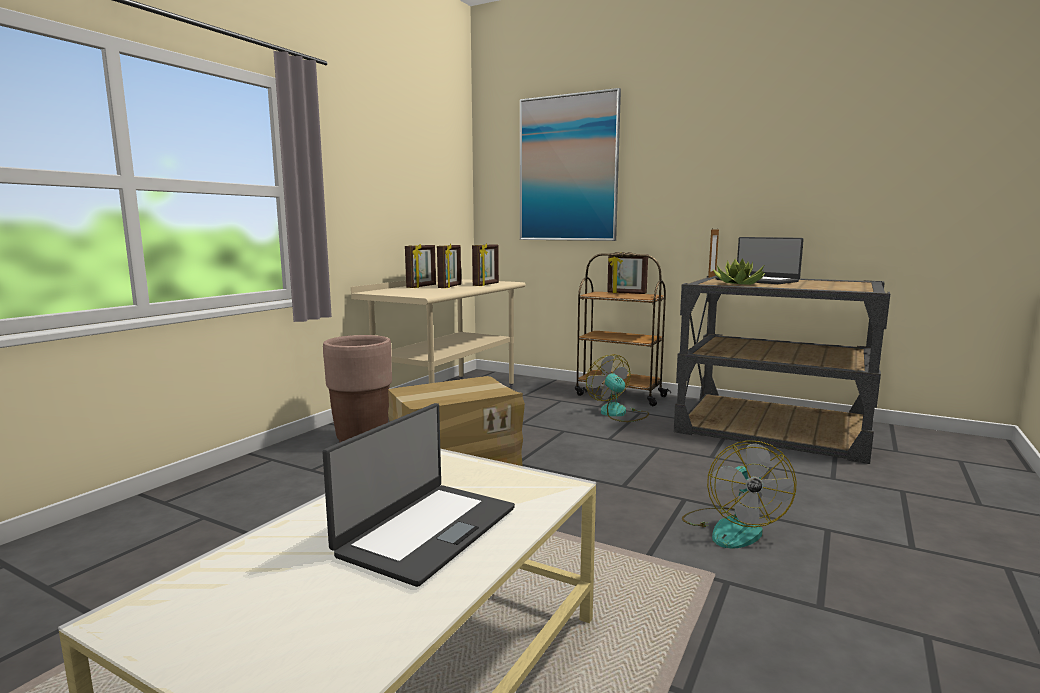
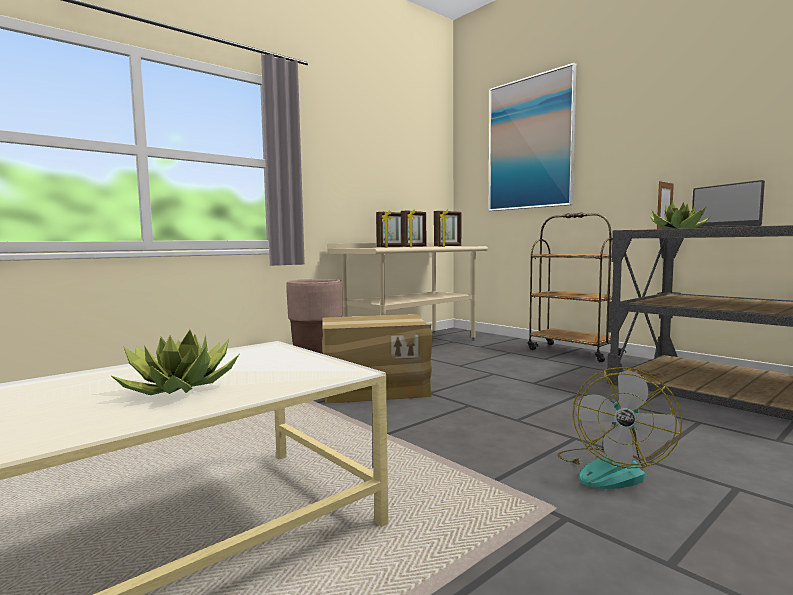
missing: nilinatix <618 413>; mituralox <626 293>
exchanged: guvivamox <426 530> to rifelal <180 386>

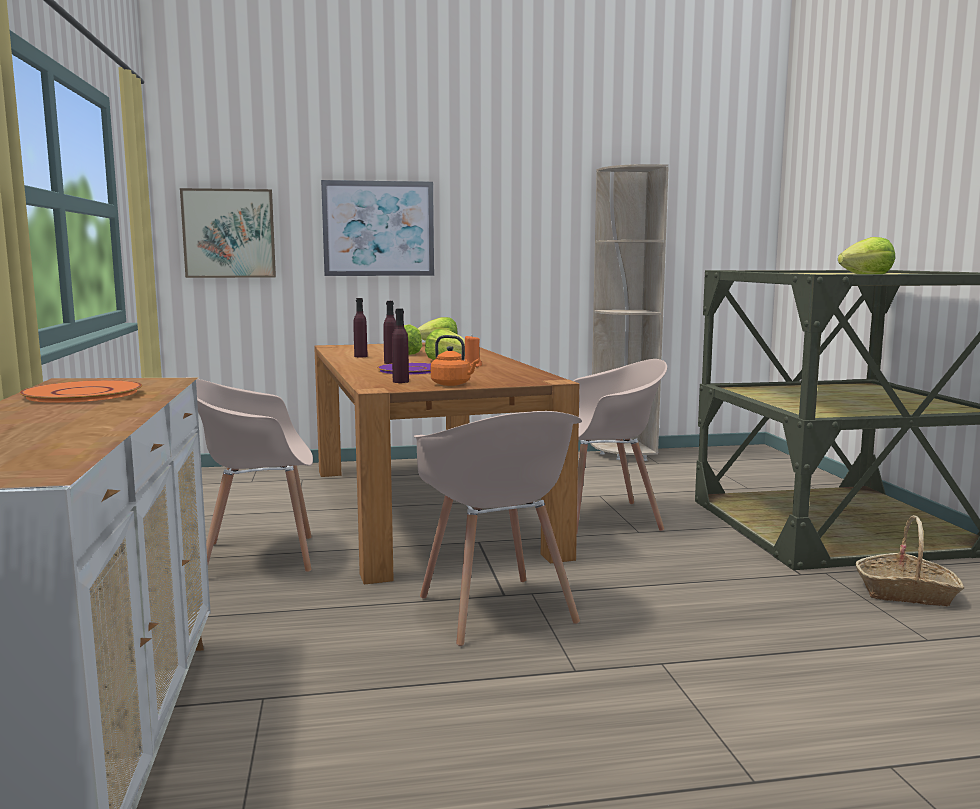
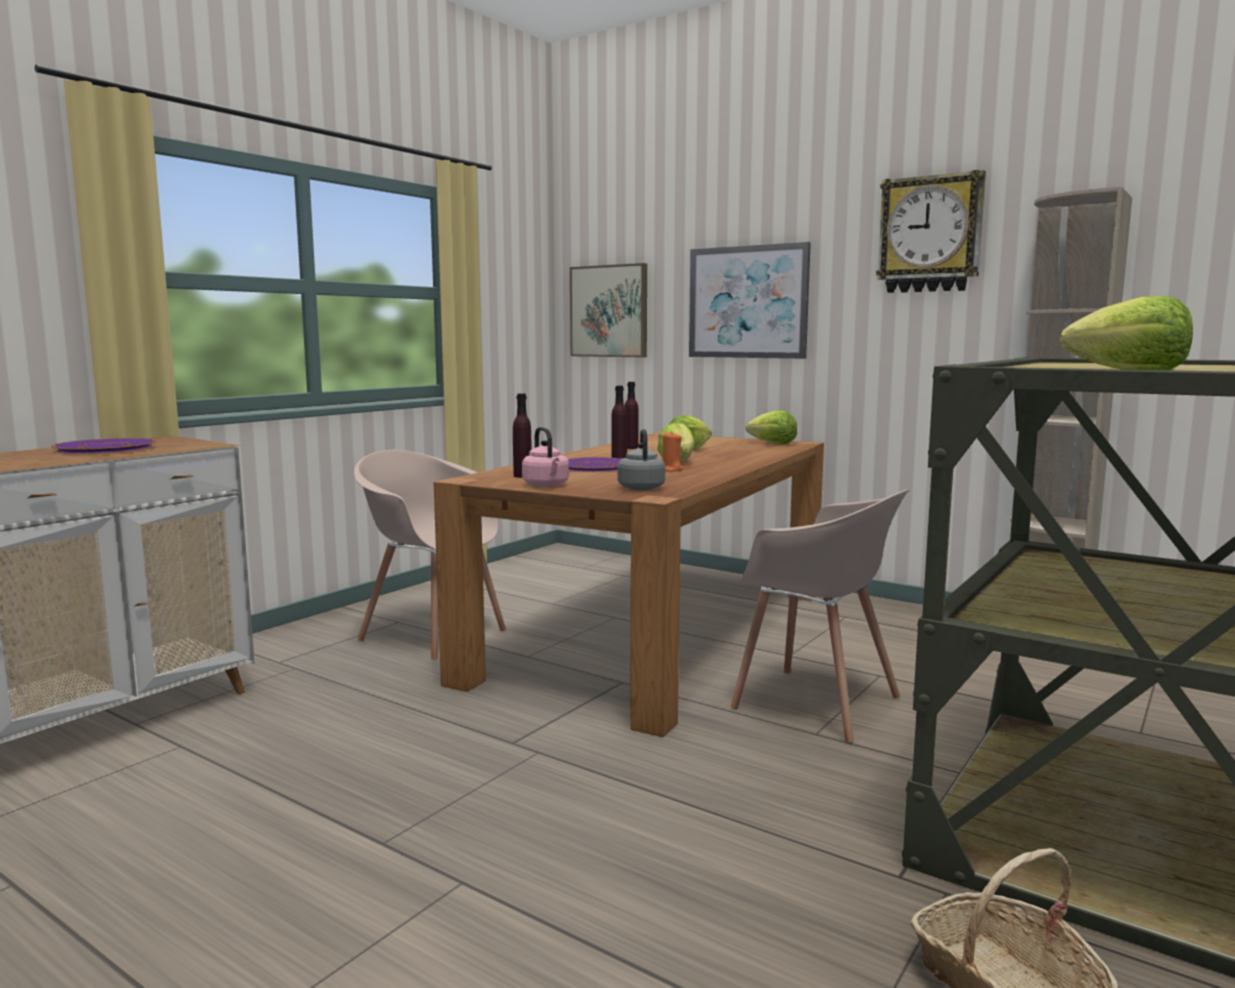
missing: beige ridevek <496 611>
appeared: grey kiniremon <641 488>; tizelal <930 234>
colour: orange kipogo <83 393> to purple kipogo <106 448>; orange kiniremon <453 384> to pink kiniremon <546 485>

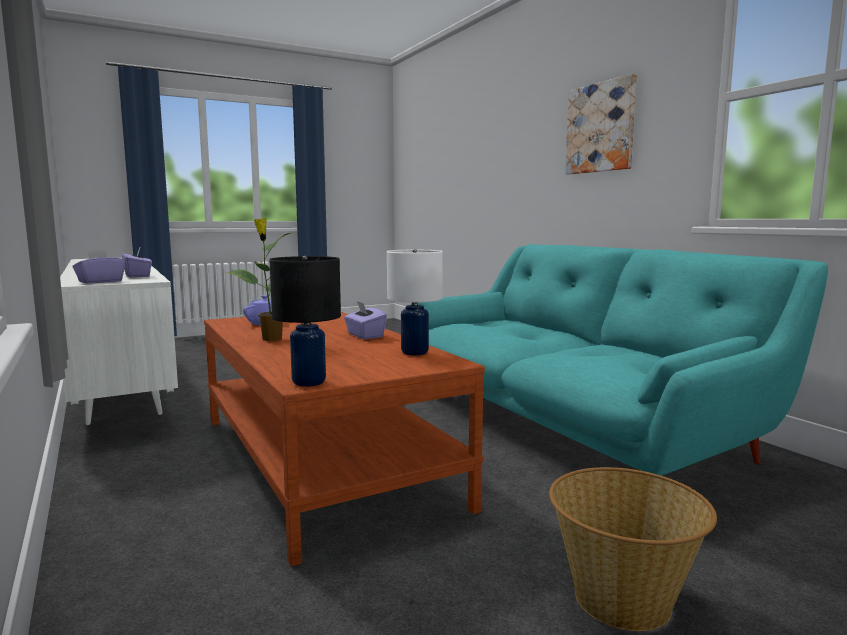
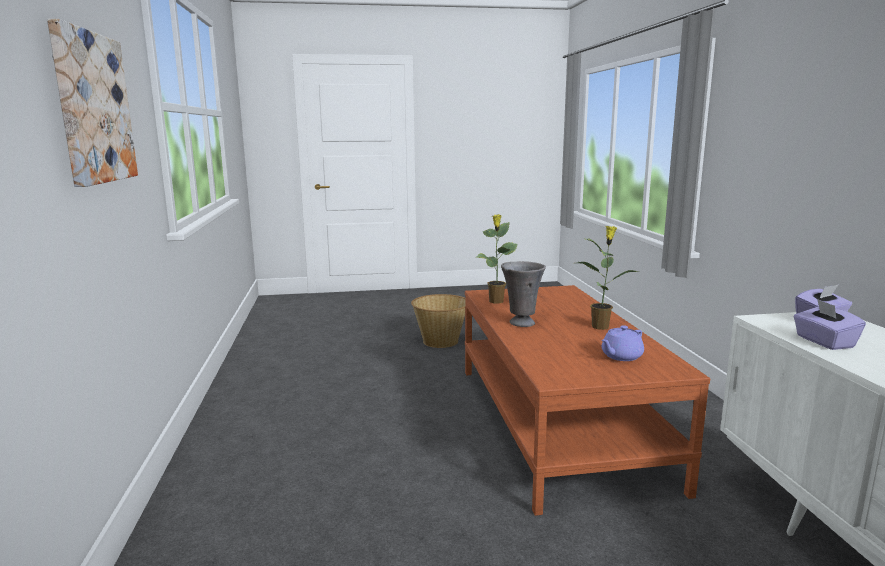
missing: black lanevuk <311 382>; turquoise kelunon <570 426>
exchanged: white lanevuk <414 353> to rifelal <496 301>; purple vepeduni <364 335> to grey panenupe <521 323>

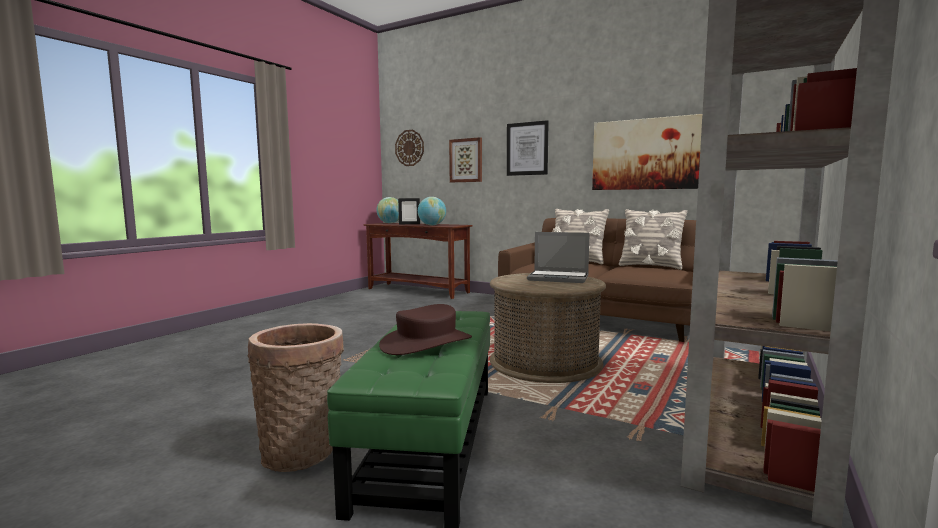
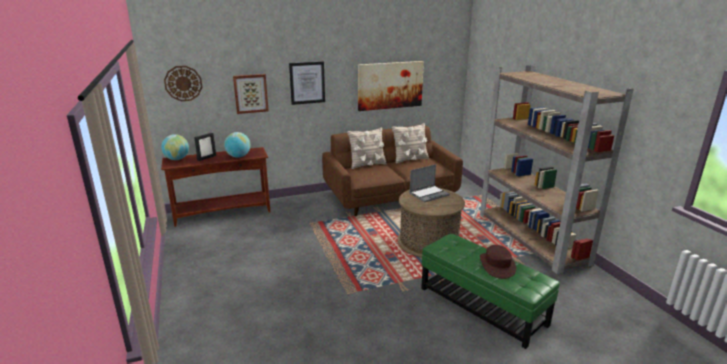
missing: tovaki <303 451>

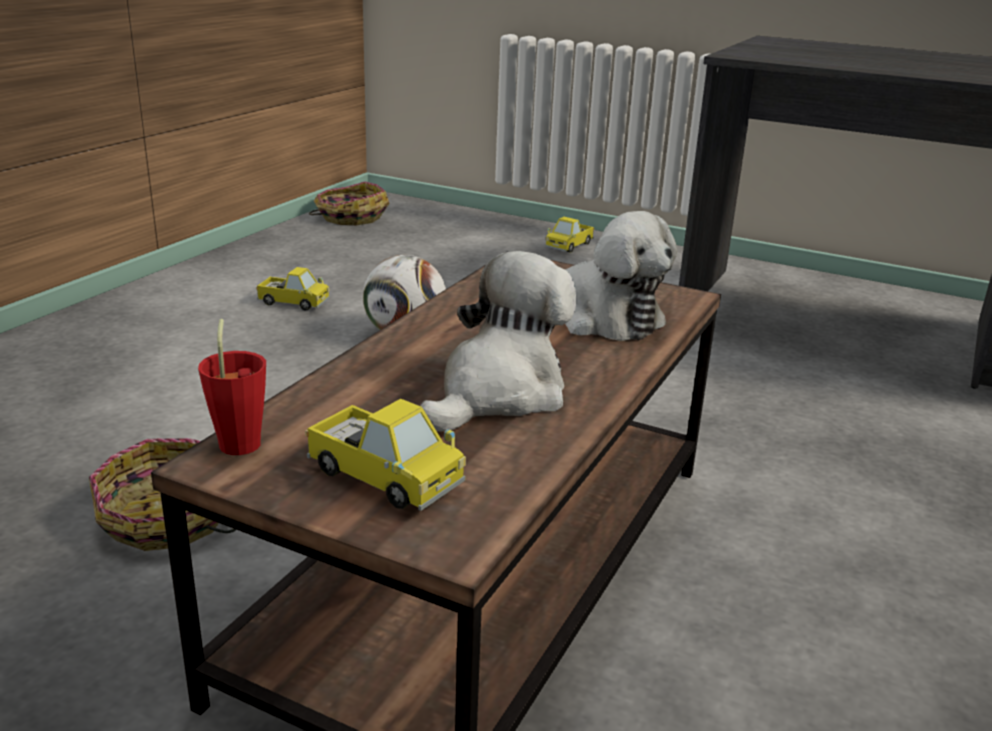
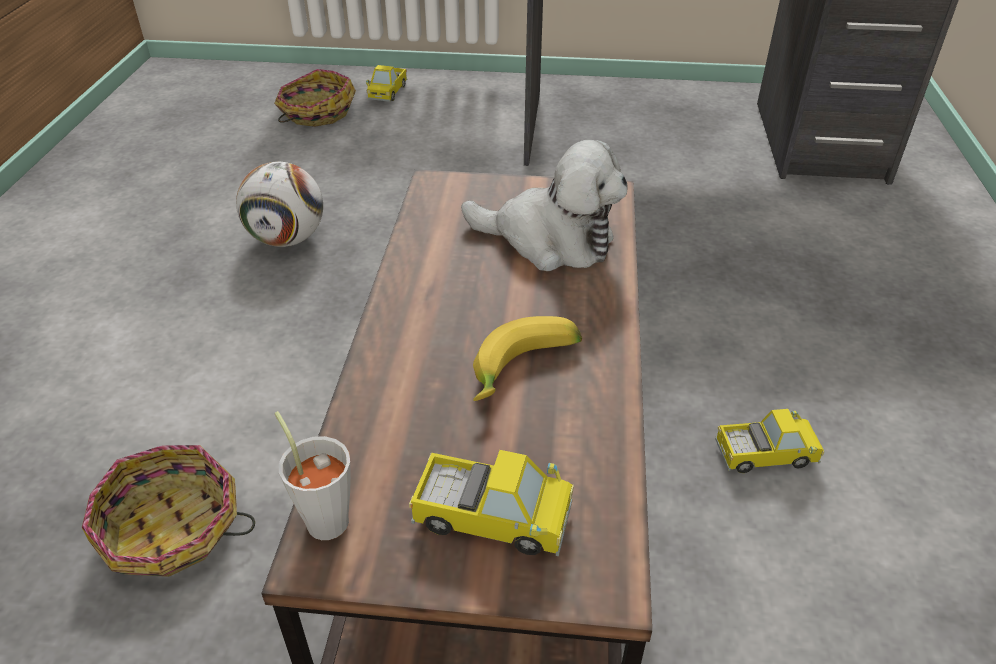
relocated: tovaki <350 217> to <316 113>; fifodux <293 303> to <765 455>
exchanged: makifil <499 393> to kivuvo <525 370>
colour: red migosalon <240 439> to grey migosalon <323 515>

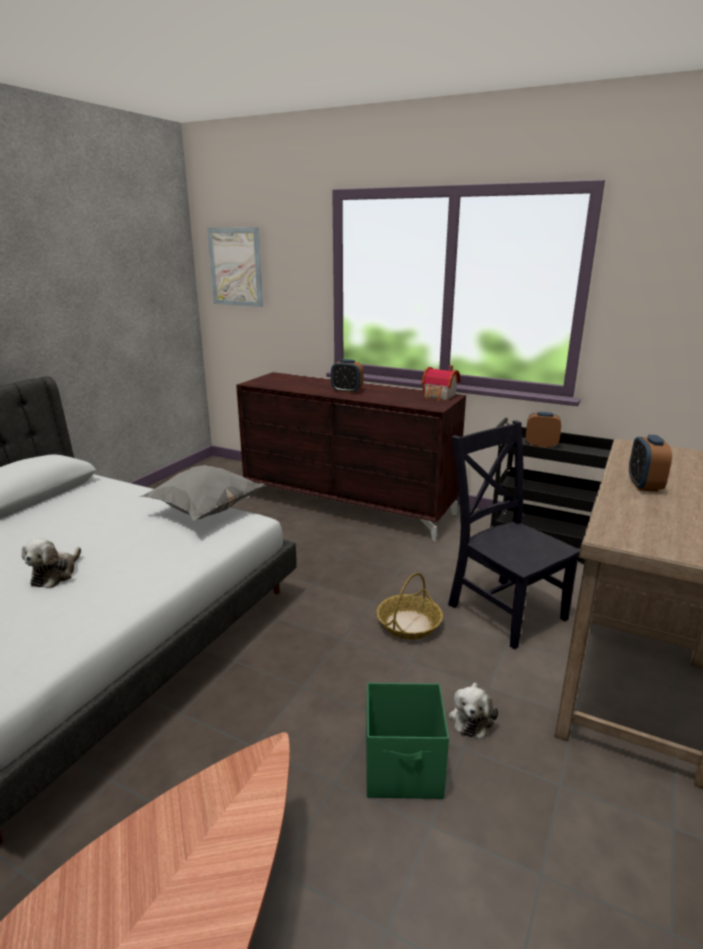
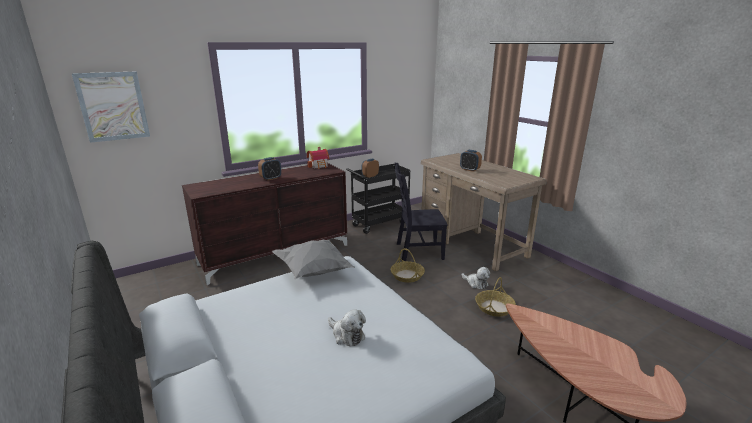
exchanged: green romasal <404 769> to tovaki <494 307>

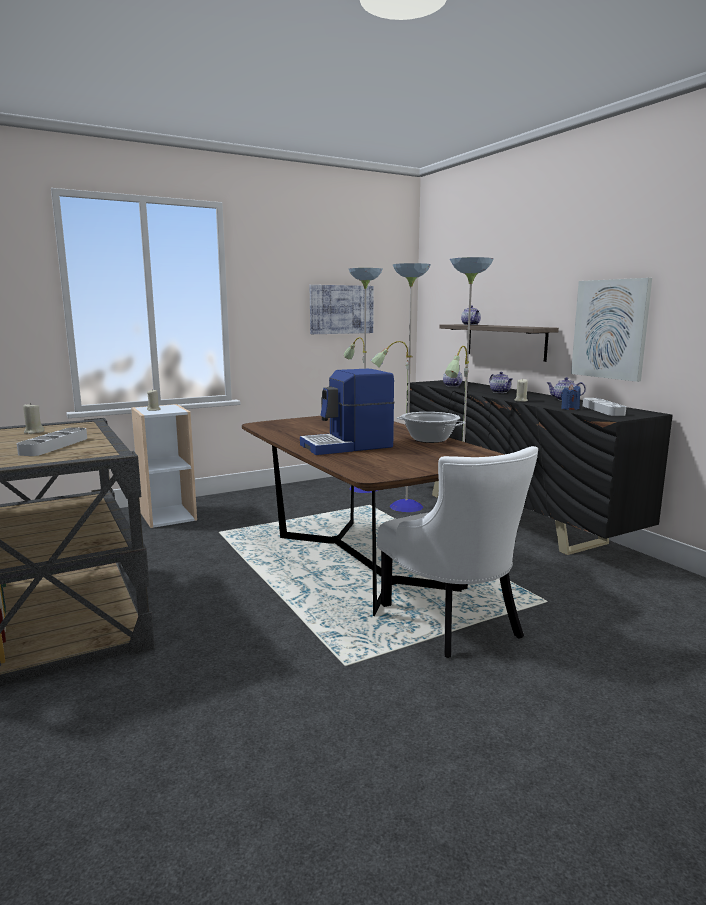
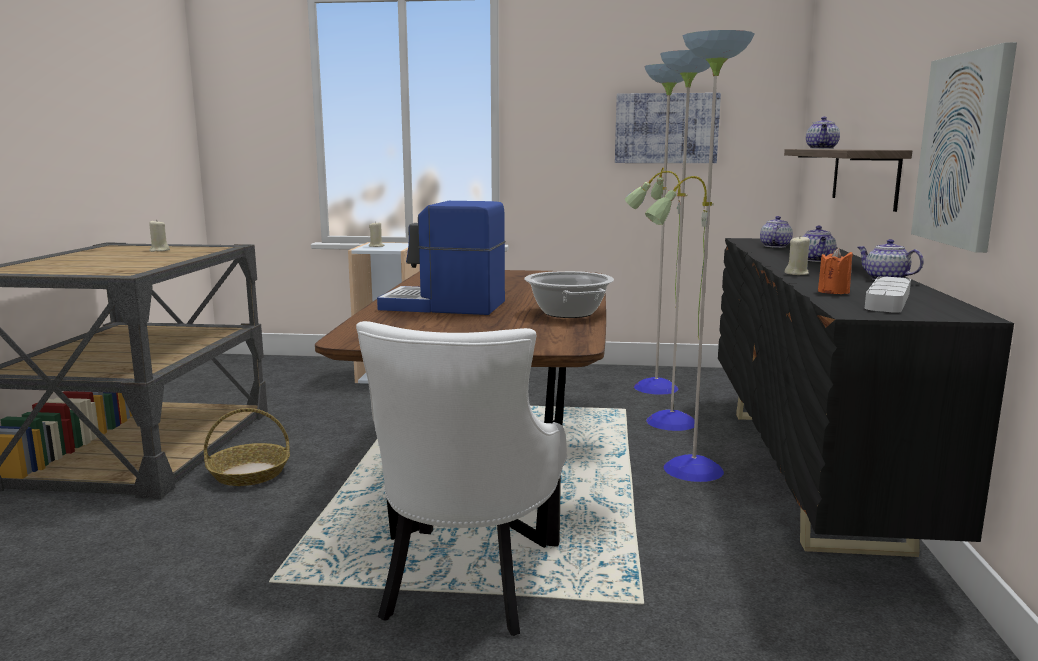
missing: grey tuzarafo <54 446>
appeared: tovaki <249 473>
colour: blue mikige <569 408> to orange mikige <833 292>

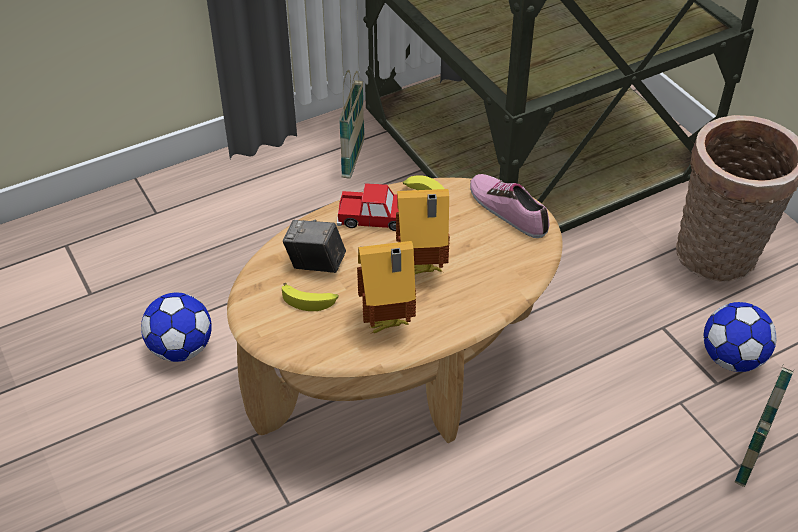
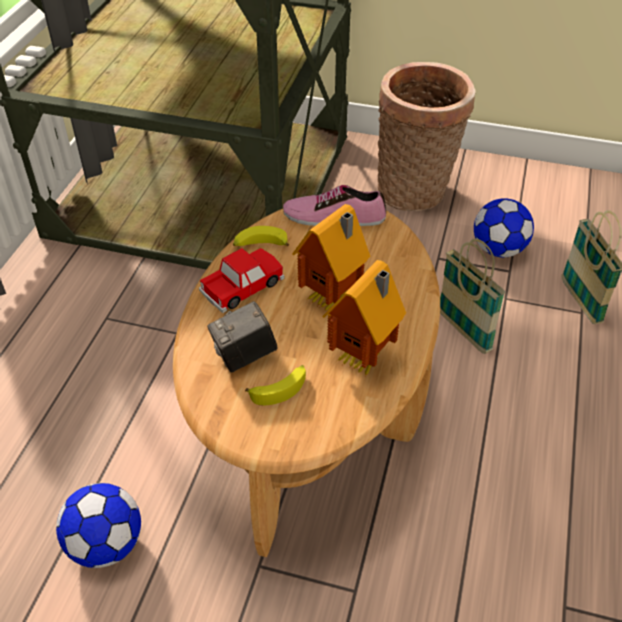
relocated: tovaki <353 159> to <463 331>

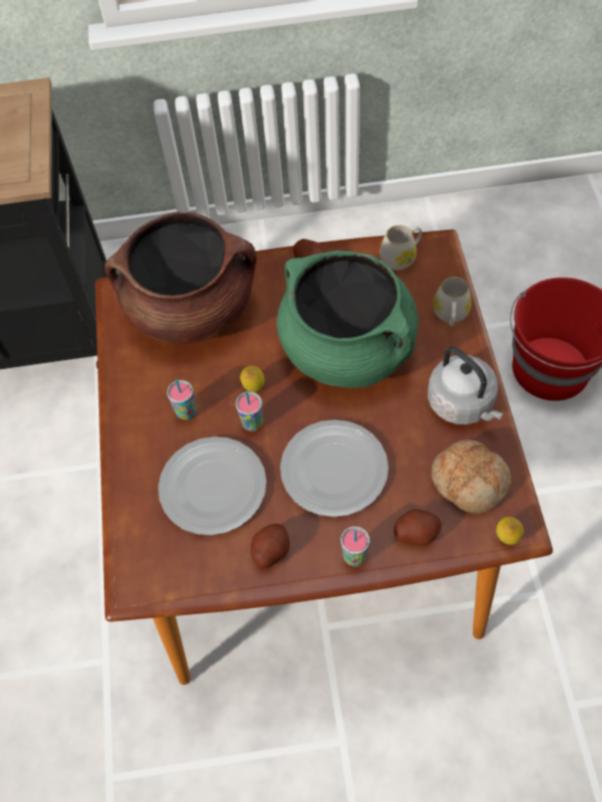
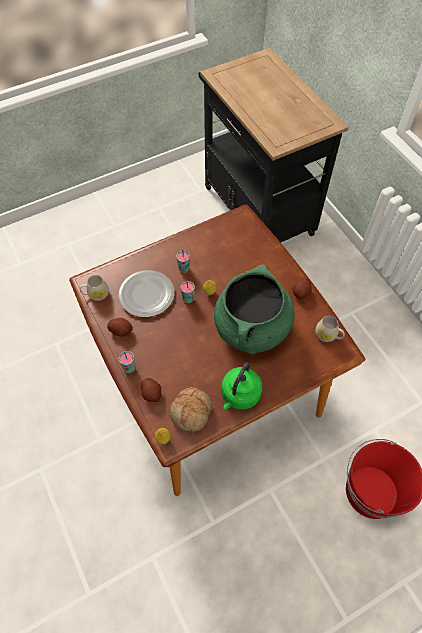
missing: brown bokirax <192 309>; kipogo <335 469>
relocated: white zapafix <450 315> to <96 294>
colour: grey kiniremon <463 404> to green kiniremon <239 395>

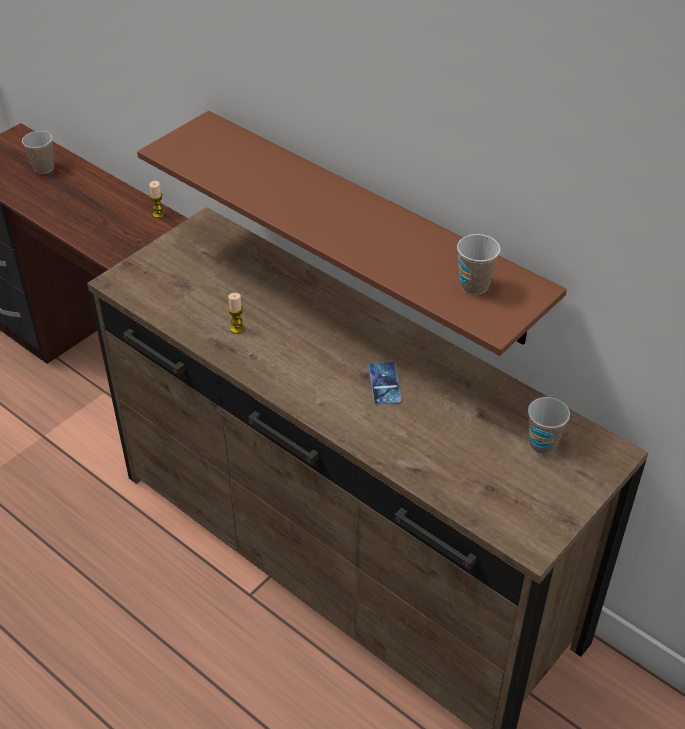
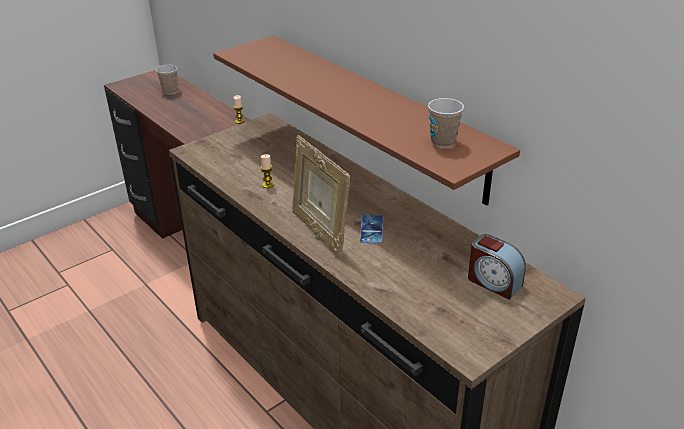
appeared: mituralox <319 232>
exchanged: migosalon <542 444> to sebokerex <493 282>

